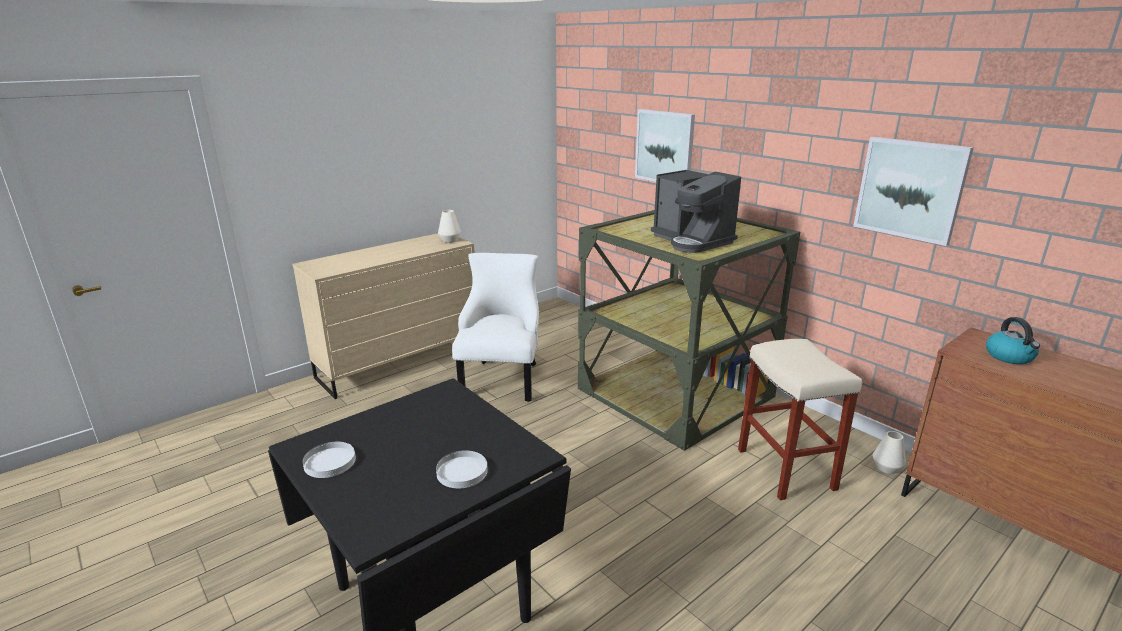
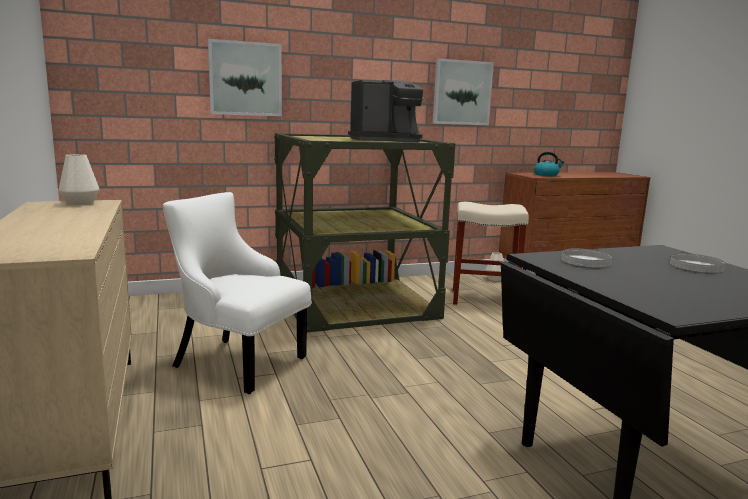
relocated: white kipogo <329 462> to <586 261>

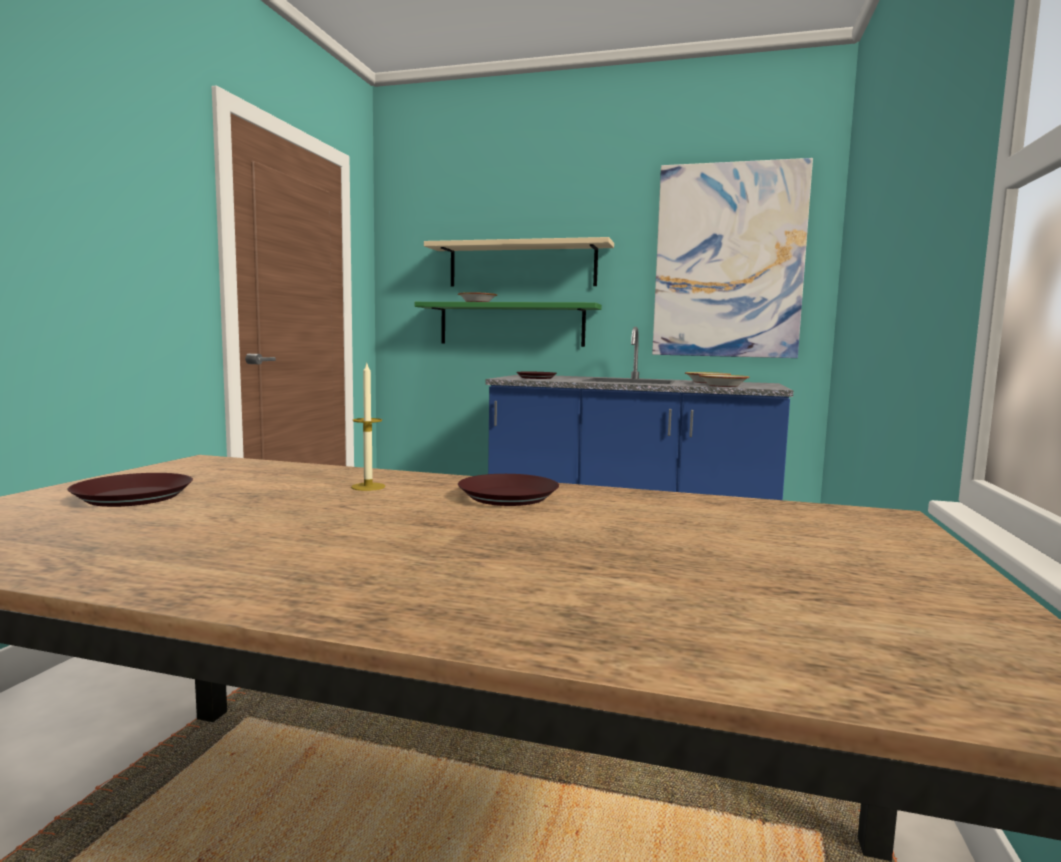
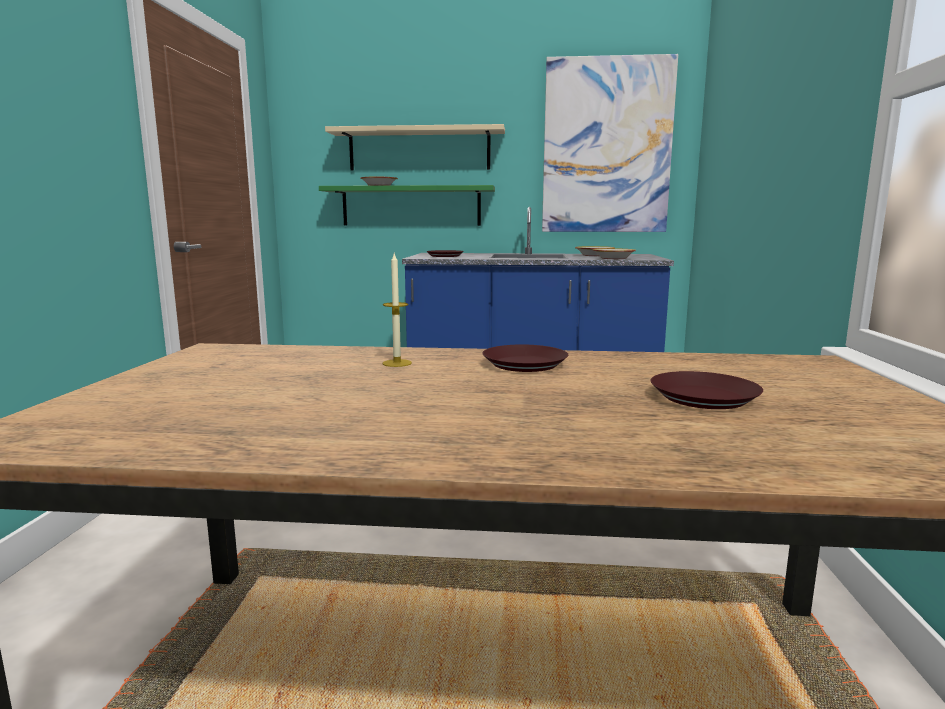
relocated: brown kipogo <135 497> to <704 397>

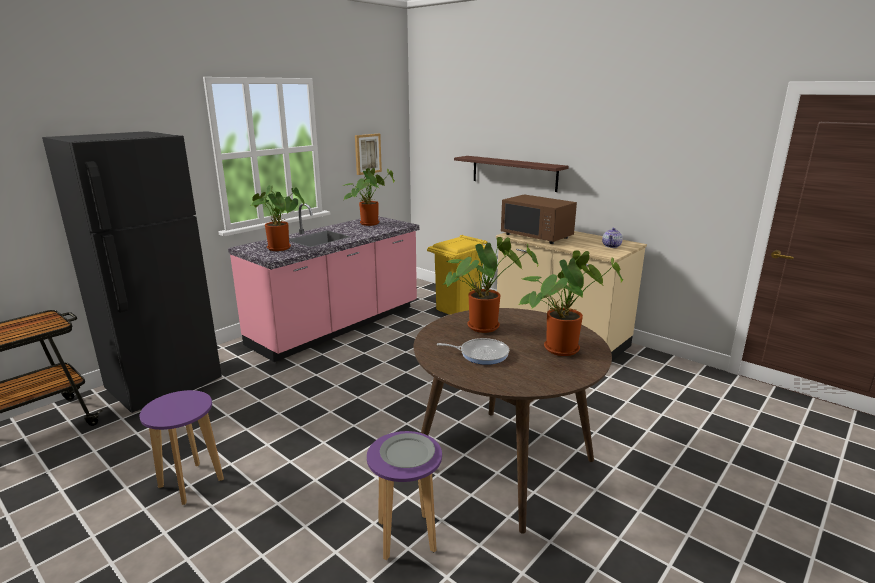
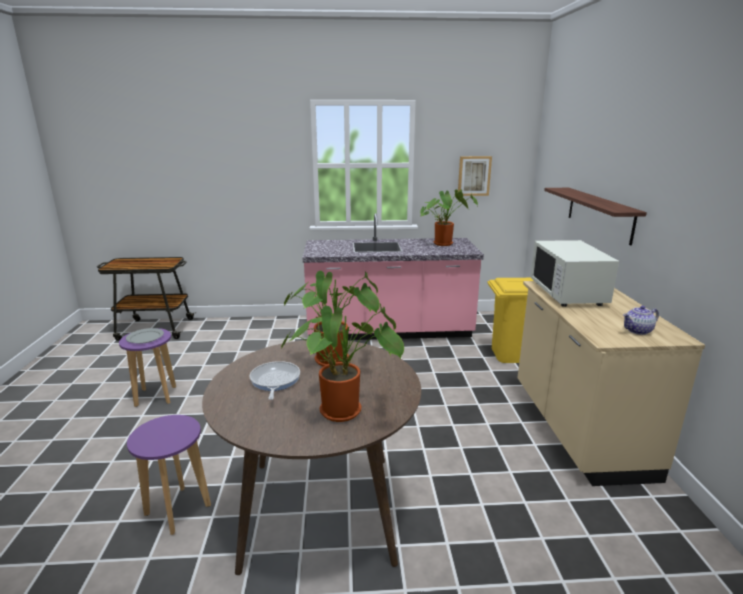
missing: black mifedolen <164 384>; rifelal <281 248>
relocated: grey kipogo <407 452> to <145 337>
colour: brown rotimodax <537 236> to white rotimodax <568 293>
spun: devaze <481 354> = <274 381> 150 degrees counterclockwise

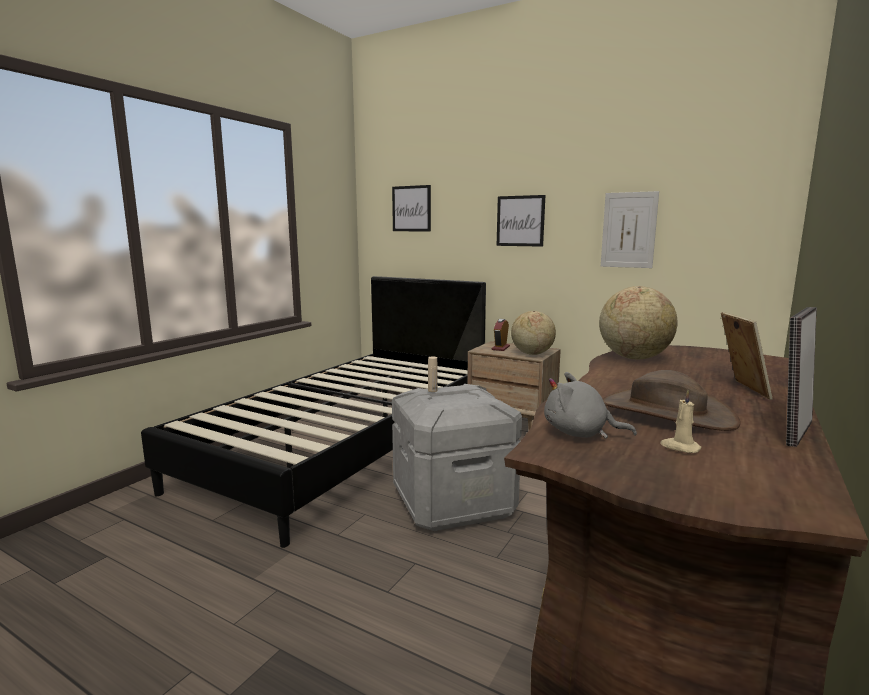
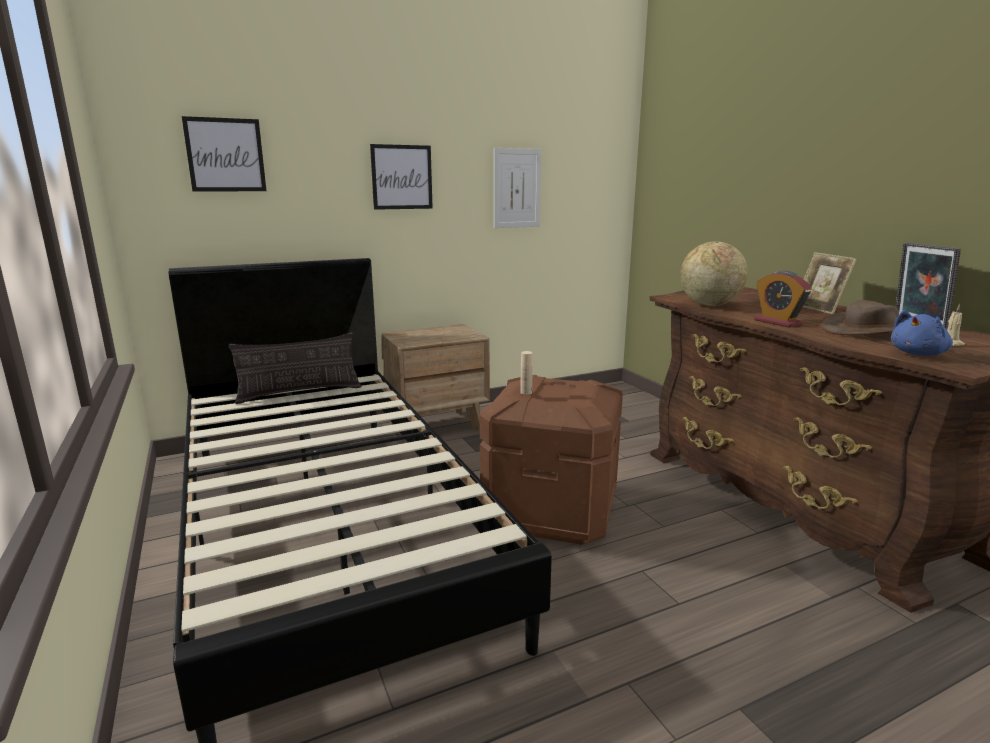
missing: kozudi <532 354>
appeared: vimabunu <299 393>
relocated: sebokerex <500 348> to <777 322>
colour: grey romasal <453 502> to brown romasal <550 510>; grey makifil <580 433> to blue makifil <918 354>
spun: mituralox <740 389> = <819 309> 150 degrees counterclockwise

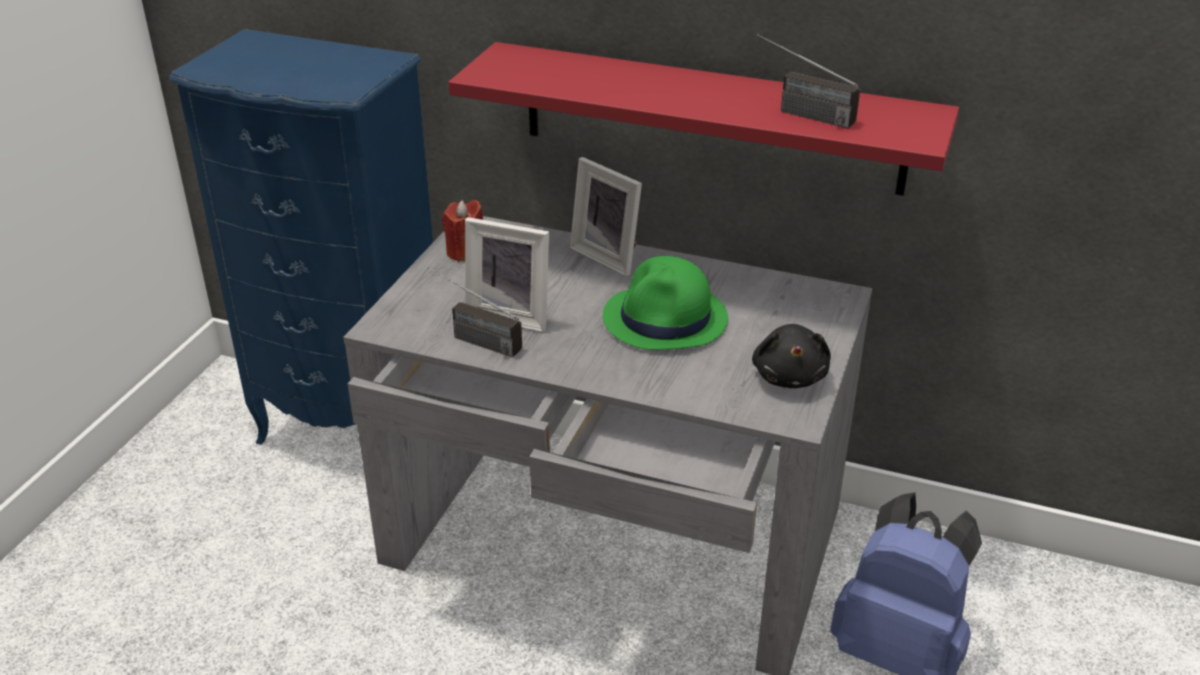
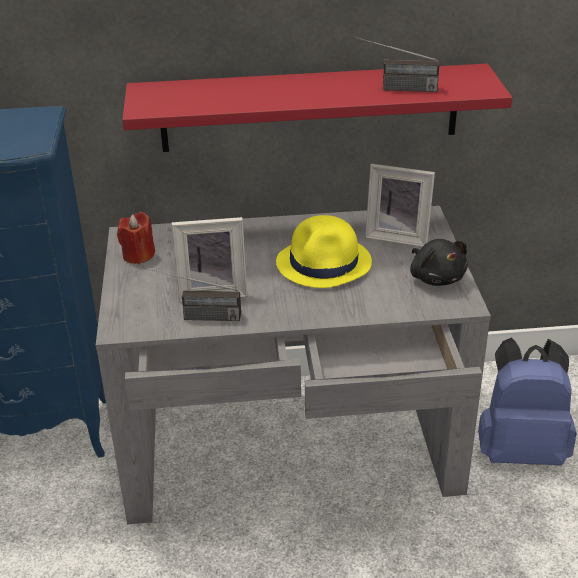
relocated: mituralox <609 256> to <398 236>
colour: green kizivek <665 319> to yellow kizivek <324 263>

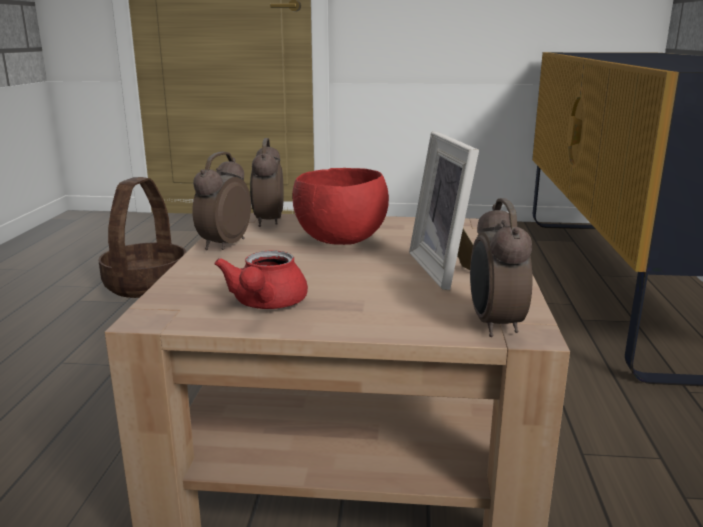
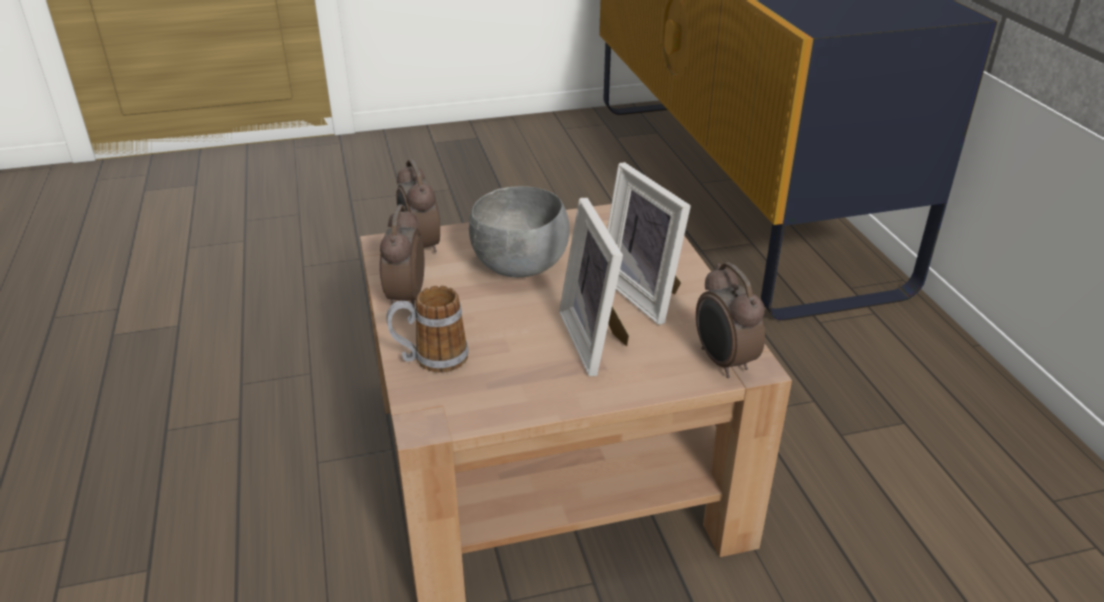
missing: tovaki <146 285>; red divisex <265 304>
appeared: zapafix <430 359>; mituralox <597 340>
colour: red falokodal <340 241> to grey falokodal <520 268>

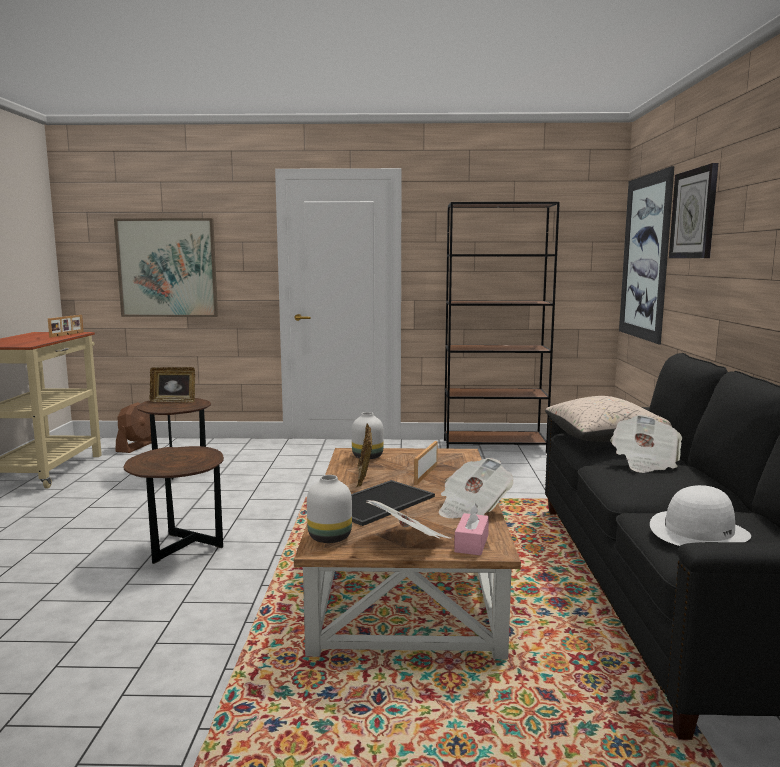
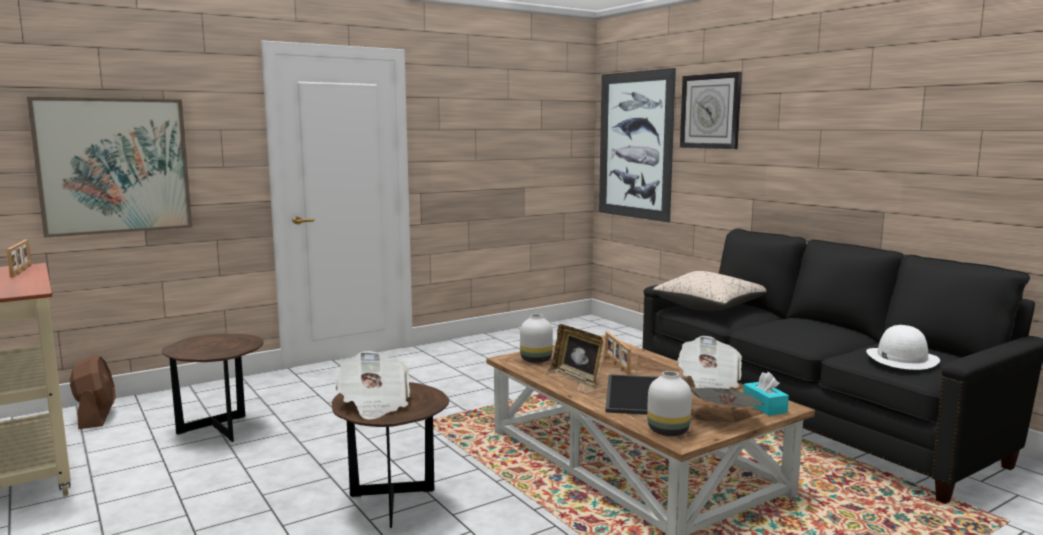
missing: mituralox <174 401>; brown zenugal <494 446>
relocated: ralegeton <644 462> to <374 404>
colour: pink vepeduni <471 543> to turquoise vepeduni <764 406>

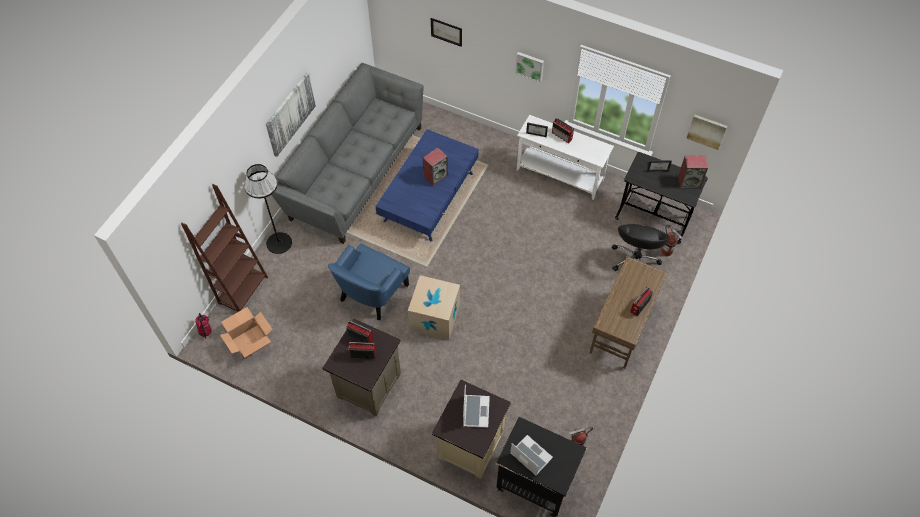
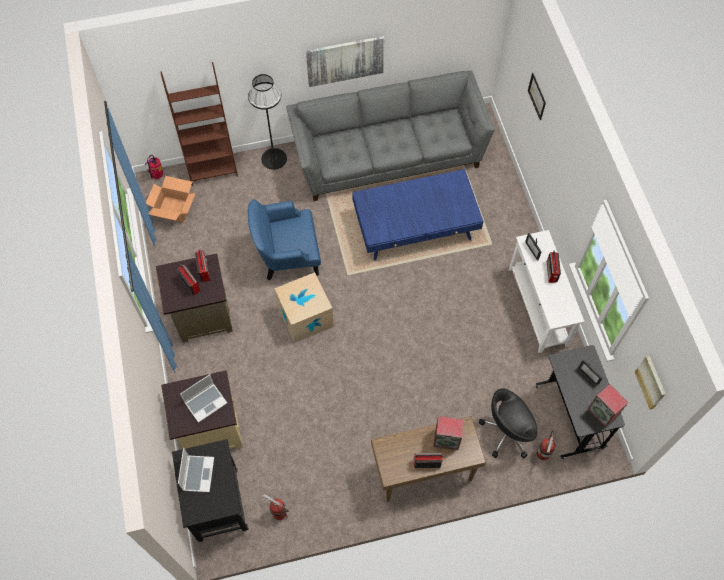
missing: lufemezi <530 66>
relocated: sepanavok <435 175> to <447 439>

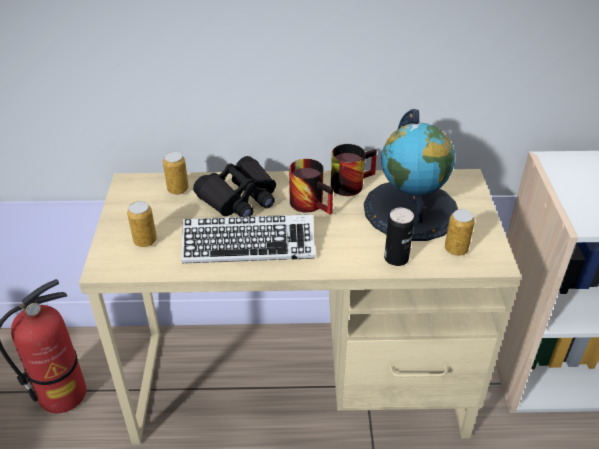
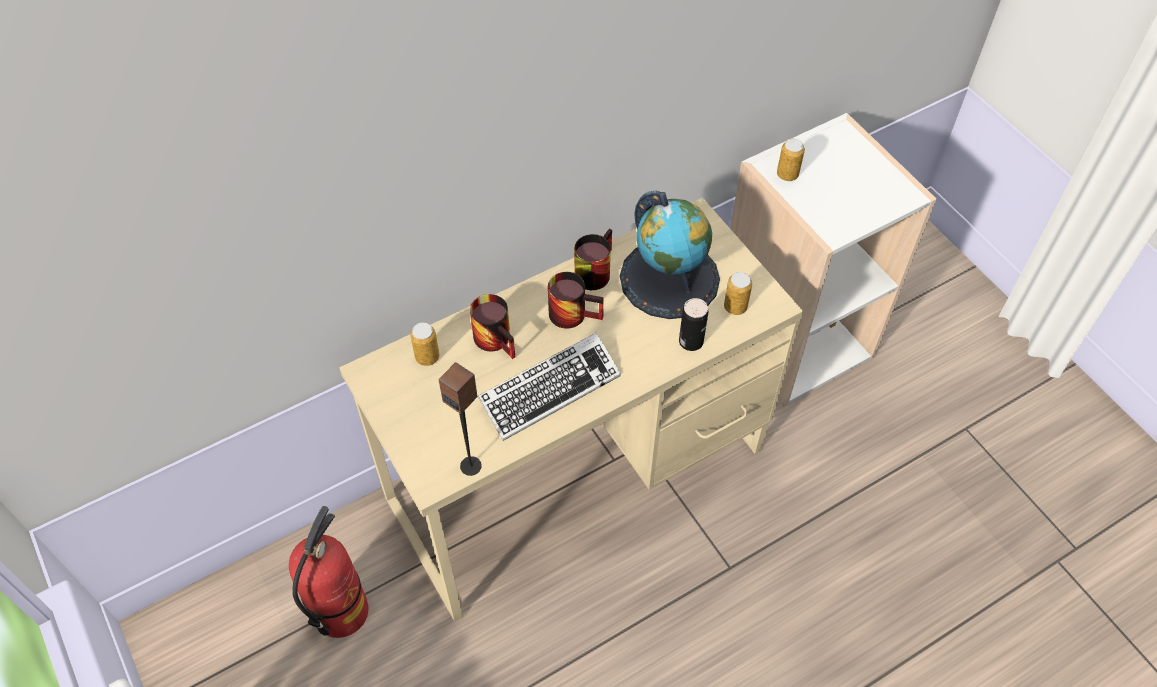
appeared: sepanavok <471 465>
relocated: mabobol <145 241> to <787 174>
exchanged: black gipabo <239 198> to zapafix <498 339>

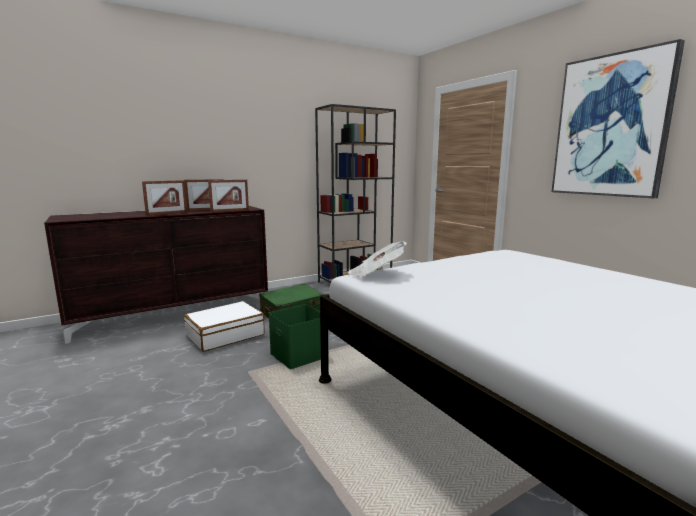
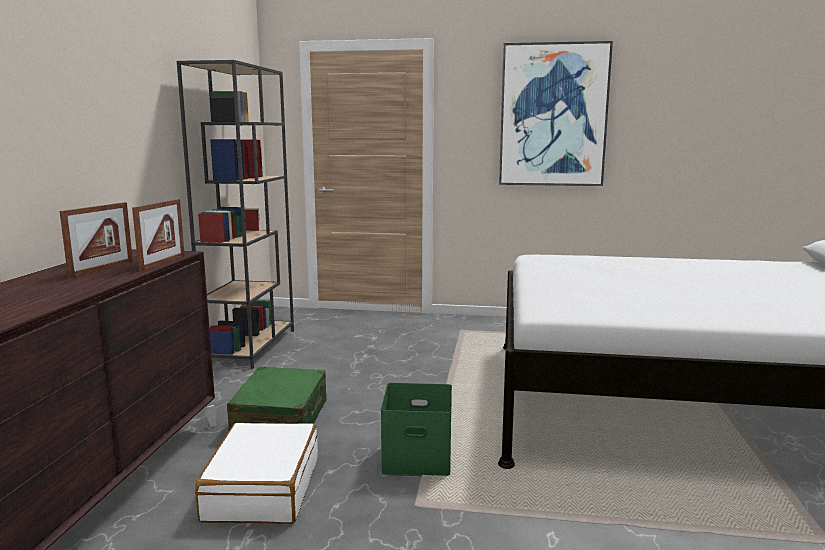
missing: mituralox <167 213>; ralegeton <376 274>

